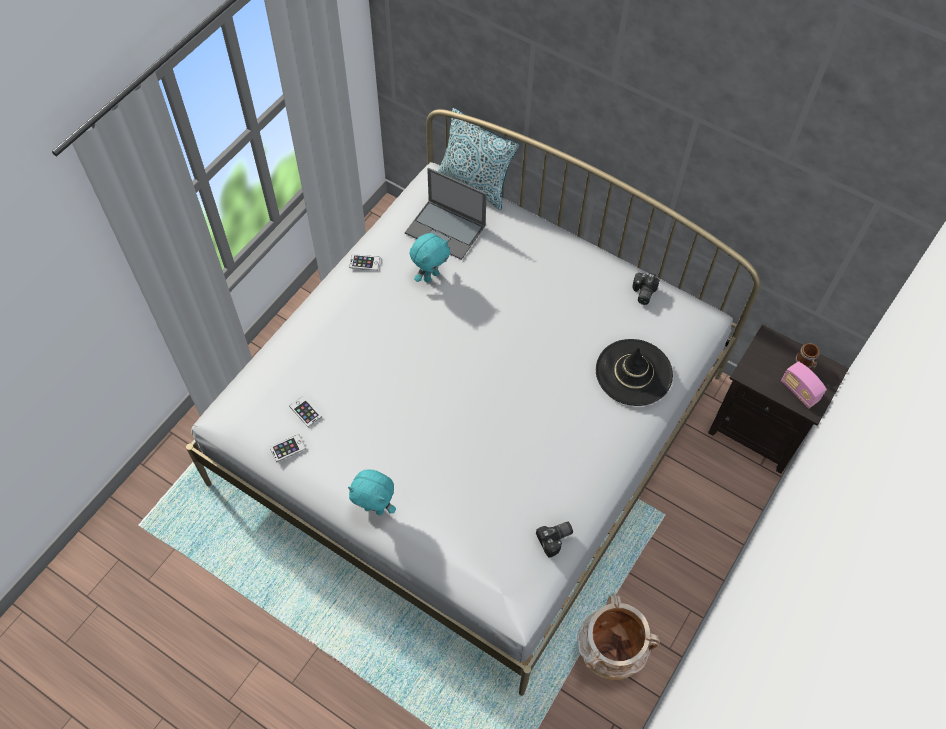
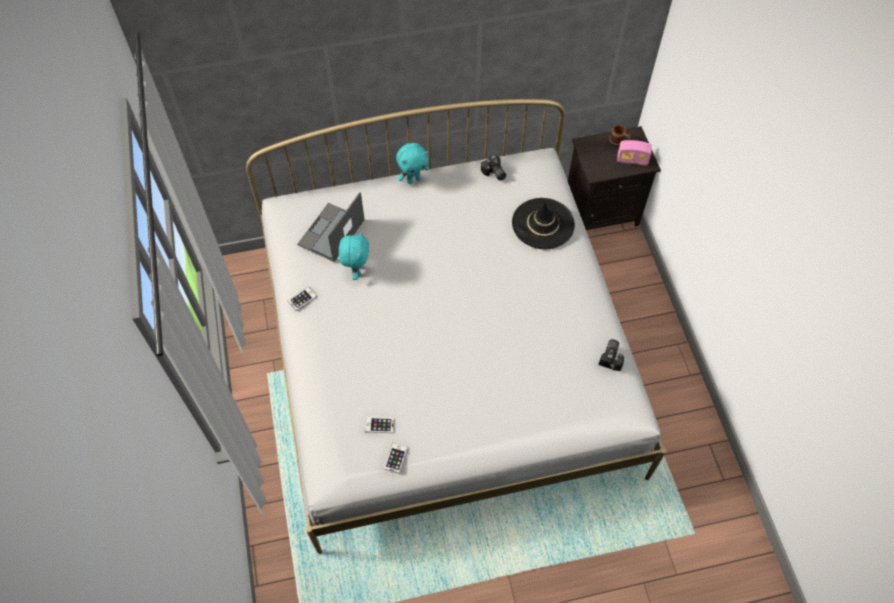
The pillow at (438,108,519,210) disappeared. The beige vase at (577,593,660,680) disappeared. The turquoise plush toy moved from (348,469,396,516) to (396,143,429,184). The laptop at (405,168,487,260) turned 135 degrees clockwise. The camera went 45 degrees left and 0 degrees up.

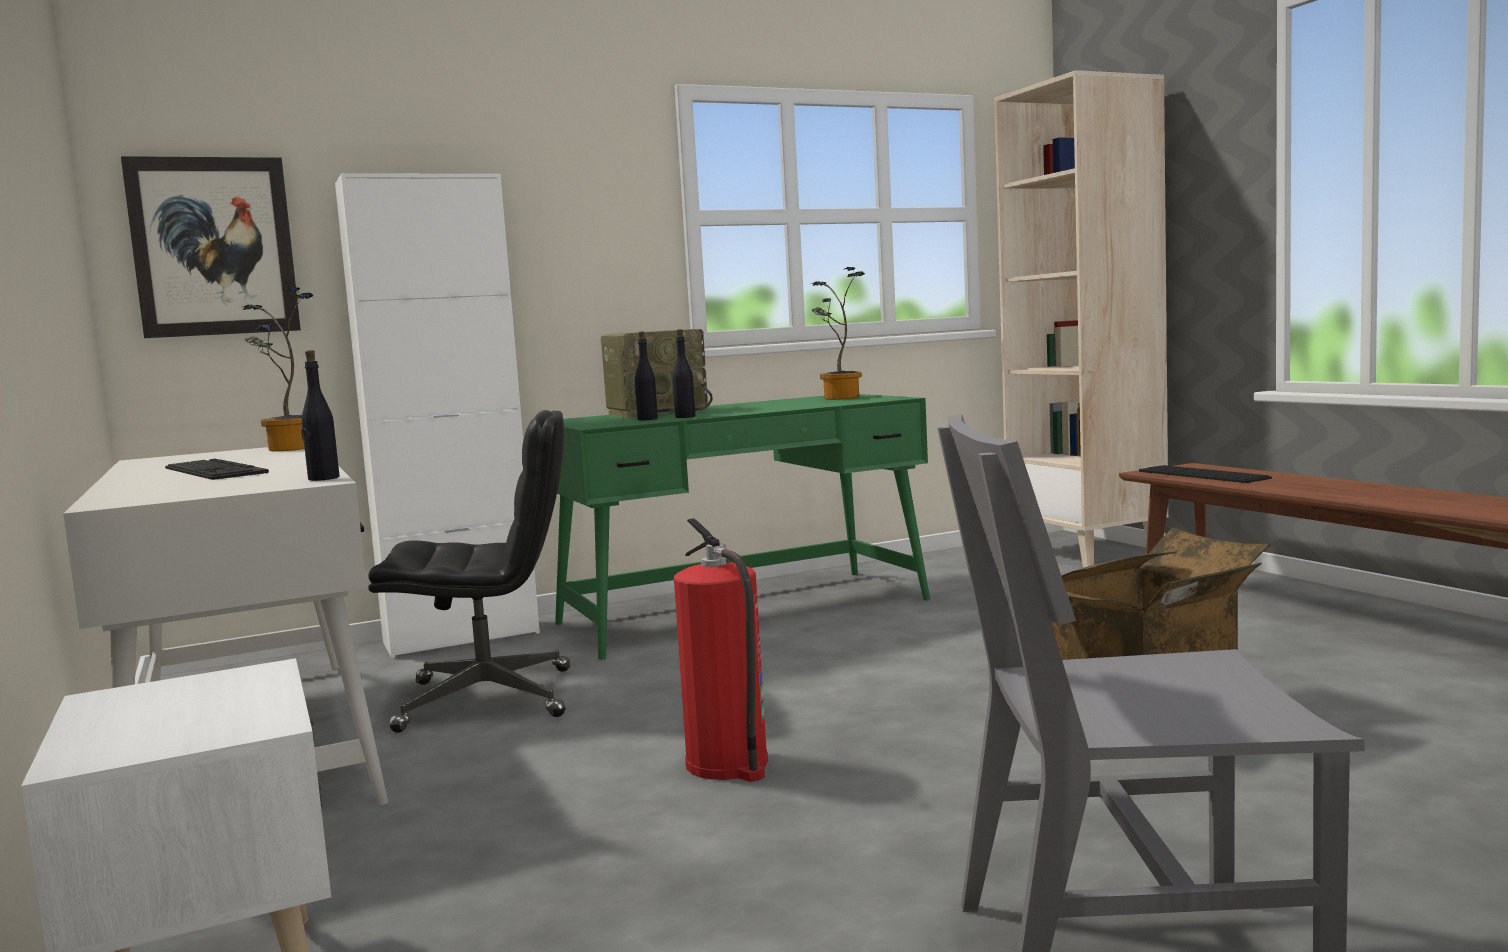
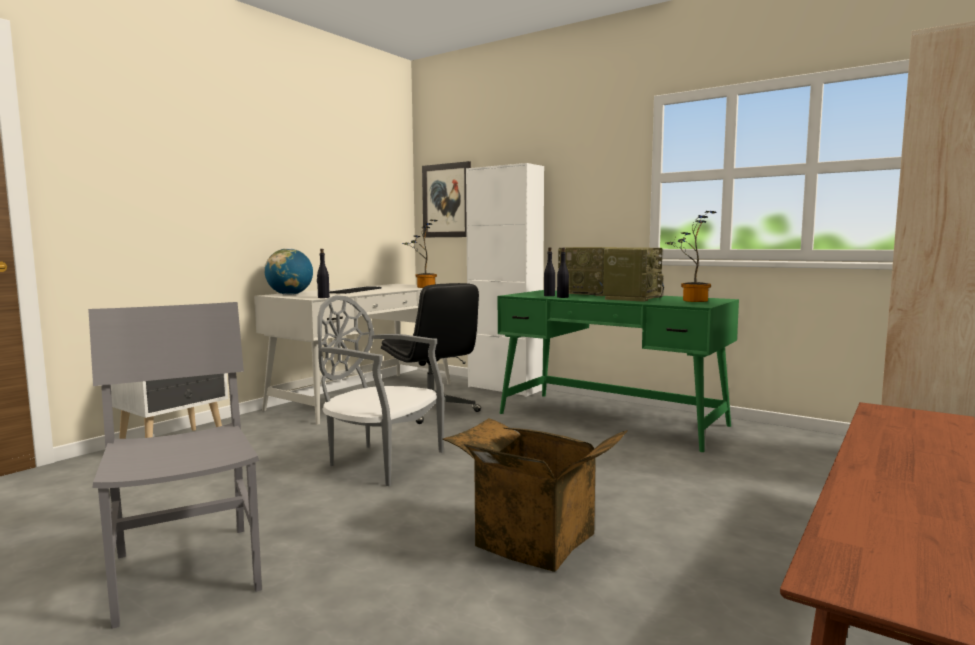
The keyboard at (1139,465,1272,483) disappeared. The globe at (264,248,313,295) appeared. The radio at (603,247,664,302) appeared. The fire extinguisher at (674,518,768,782) was replaced by the grey chair at (317,295,445,486). The camera went 60 degrees right and 0 degrees up.

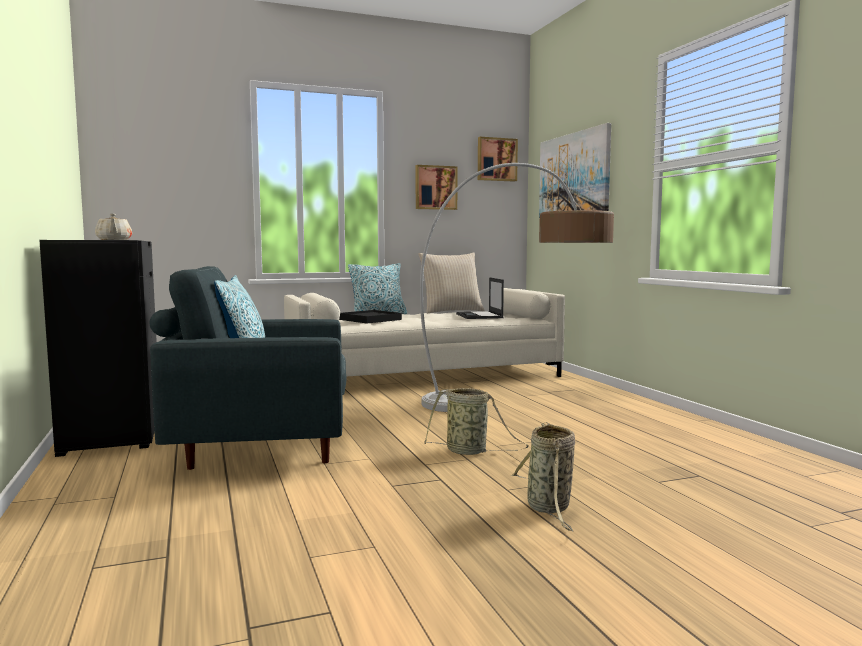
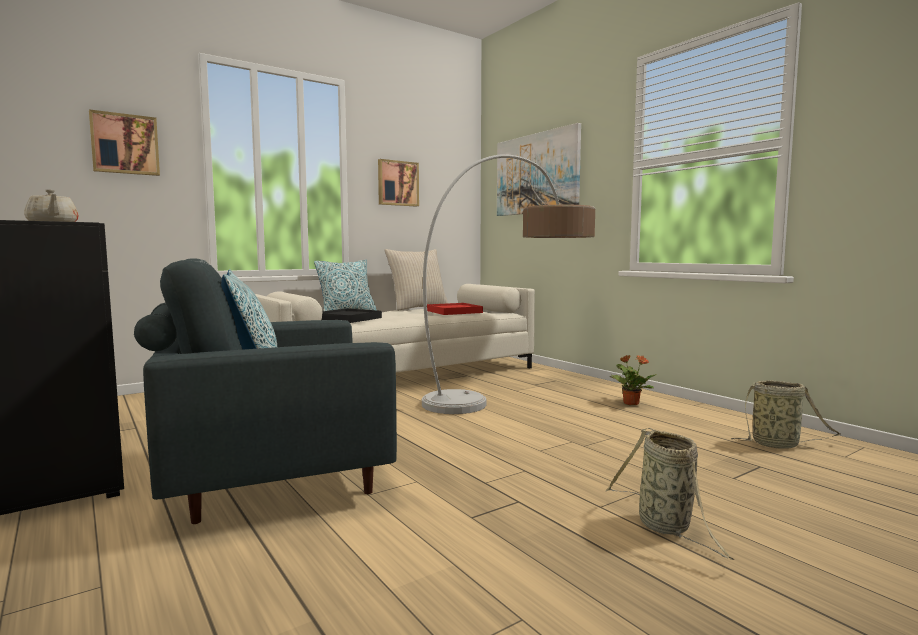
The potted plant at (609,355,657,405) appeared. The basket moved from (424,388,529,455) to (731,380,841,449). The picture moved from (478,137,518,182) to (89,109,160,176). The laptop at (456,277,504,319) was replaced by the red tray at (427,303,483,315). The camera went 15 degrees left and 0 degrees up.

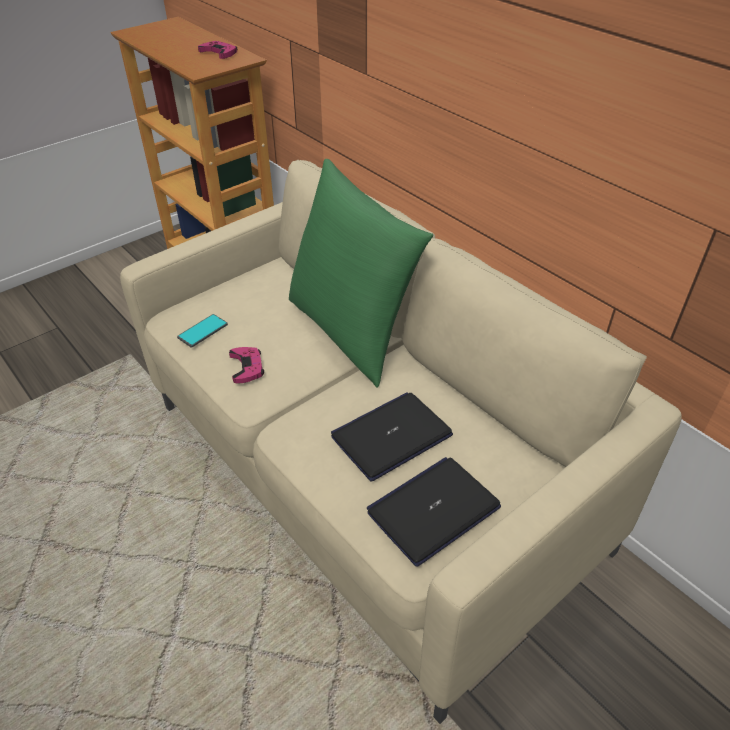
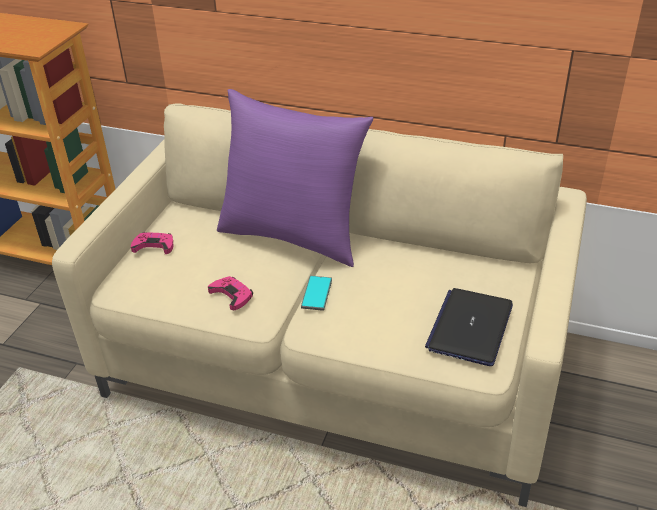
The laptop at (331,392,453,482) disappeared. The phone moved from (177,314,228,348) to (301,276,332,311). The pink game controller moved from (198,41,238,59) to (131,232,174,254). The green pillow at (289,159,433,387) became the purple pillow at (217,89,373,267). The camera went 30 degrees left and 5 degrees down.

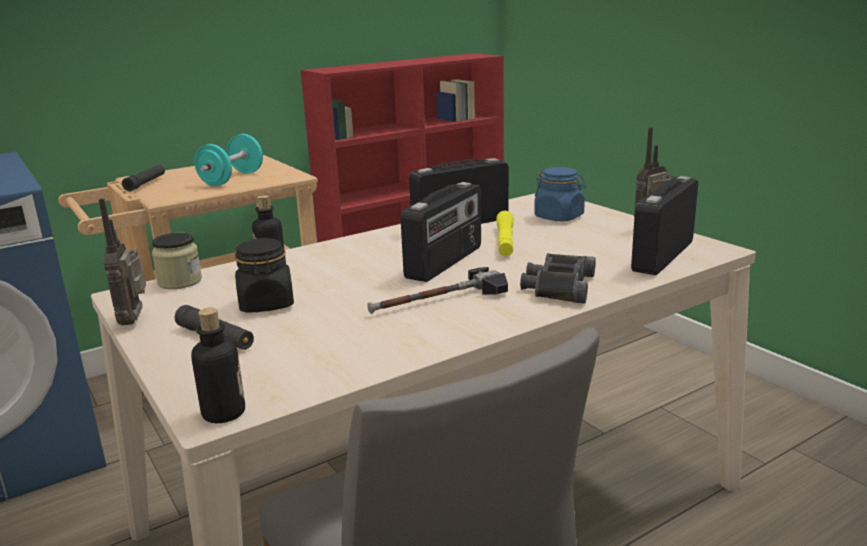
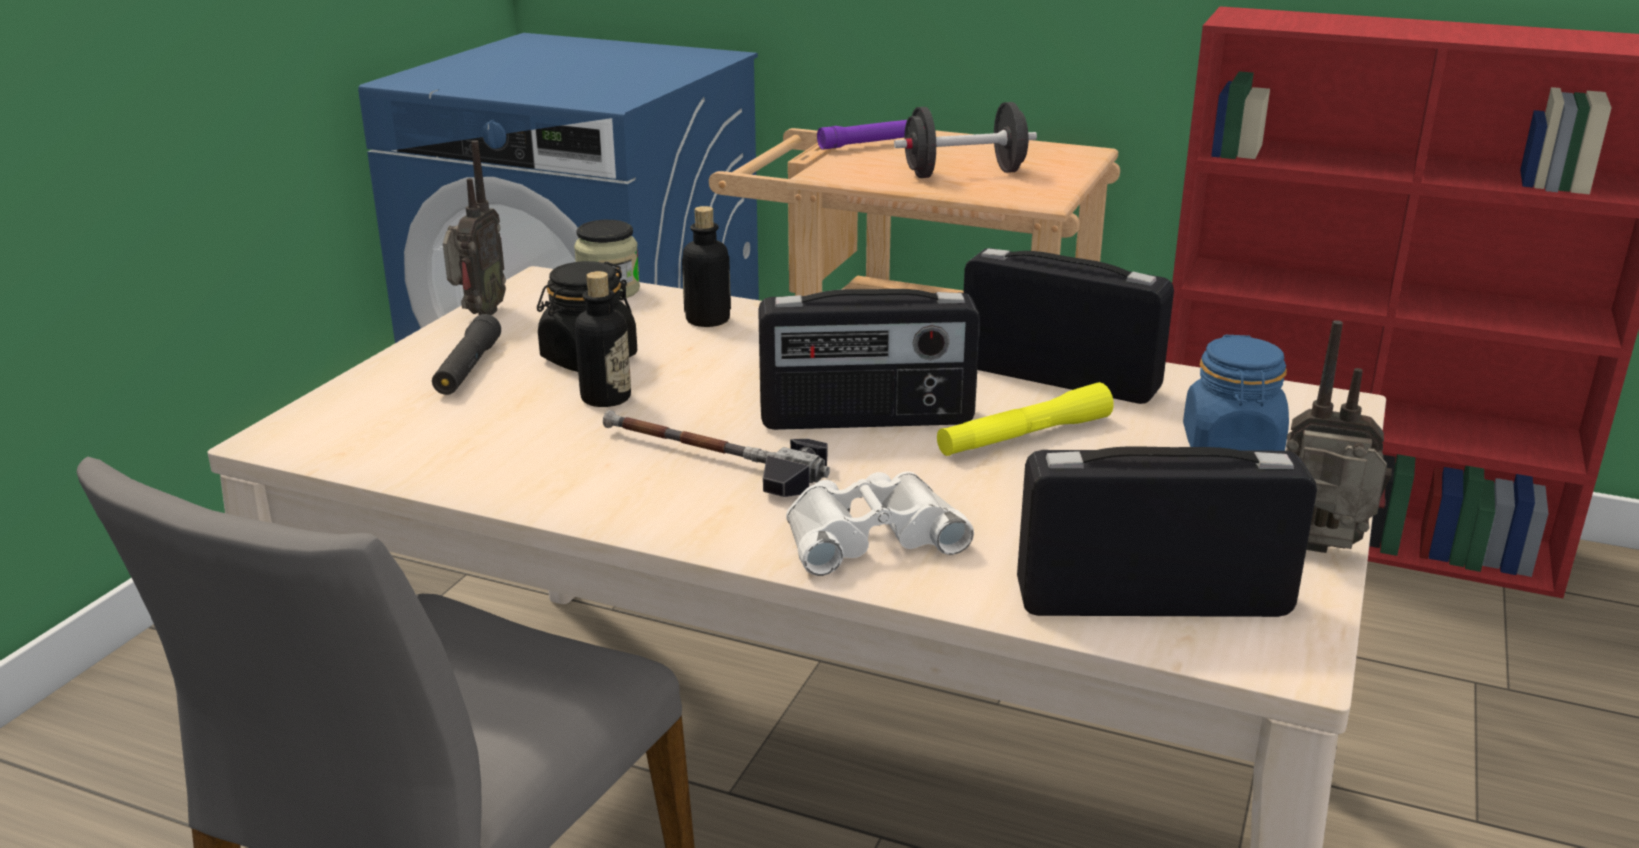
The bottle moved from (191,308,245,423) to (575,271,631,407). The black flashlight at (122,165,165,192) became the purple flashlight at (817,120,907,150). The turquoise dumbbell at (194,134,263,186) became the black dumbbell at (894,102,1037,178). The black binoculars at (520,253,596,304) became the white binoculars at (786,472,974,576). The radio at (99,198,146,325) turned 150 degrees clockwise. The camera went 55 degrees right and 5 degrees up.

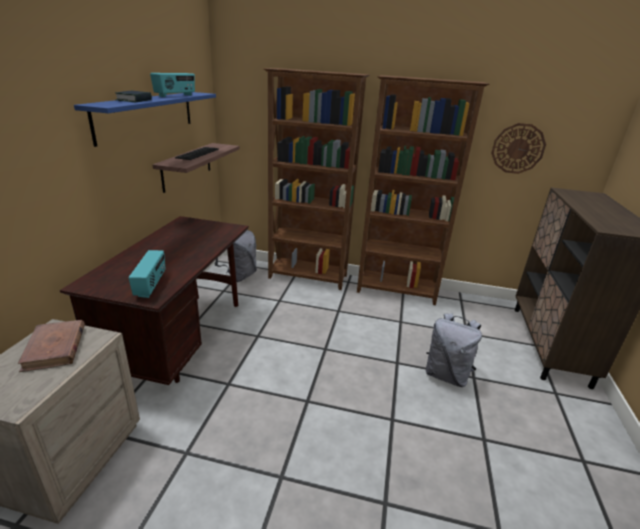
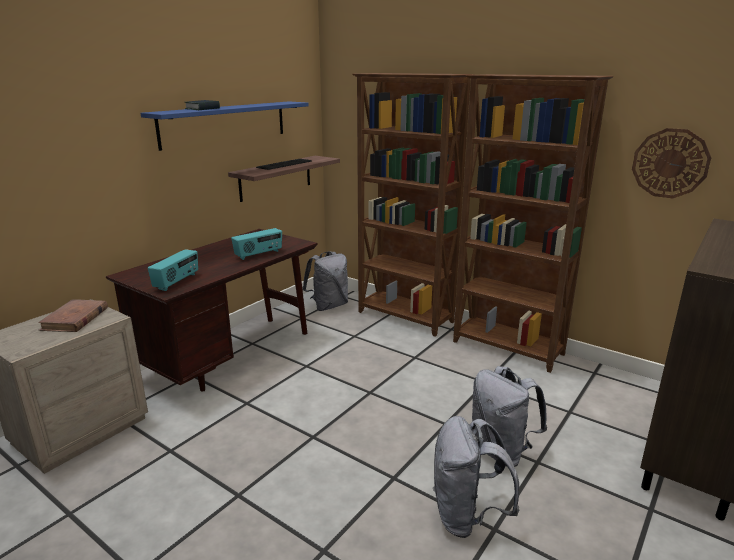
The grey backpack at (433,416,519,538) appeared. The radio moved from (150,73,195,97) to (231,228,282,260). The camera went 25 degrees right and 5 degrees down.

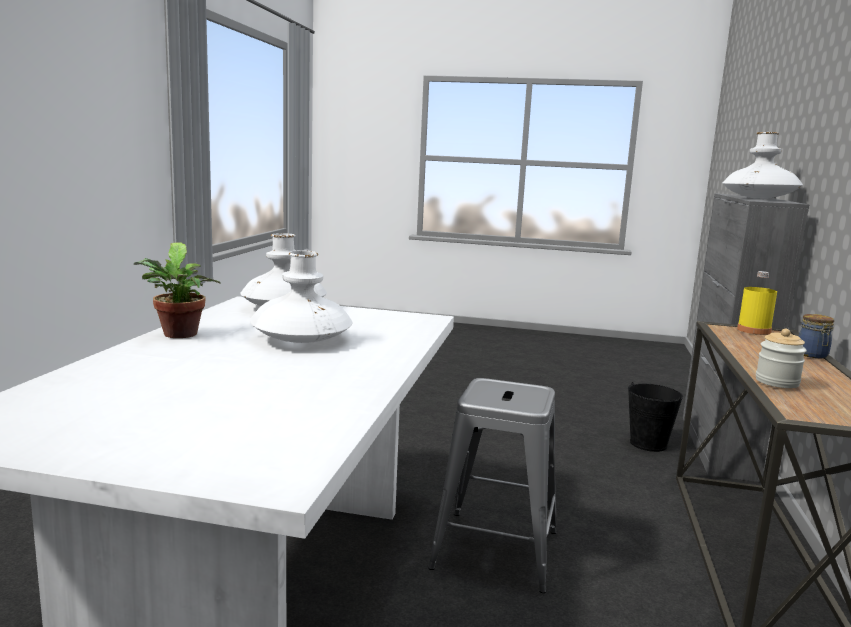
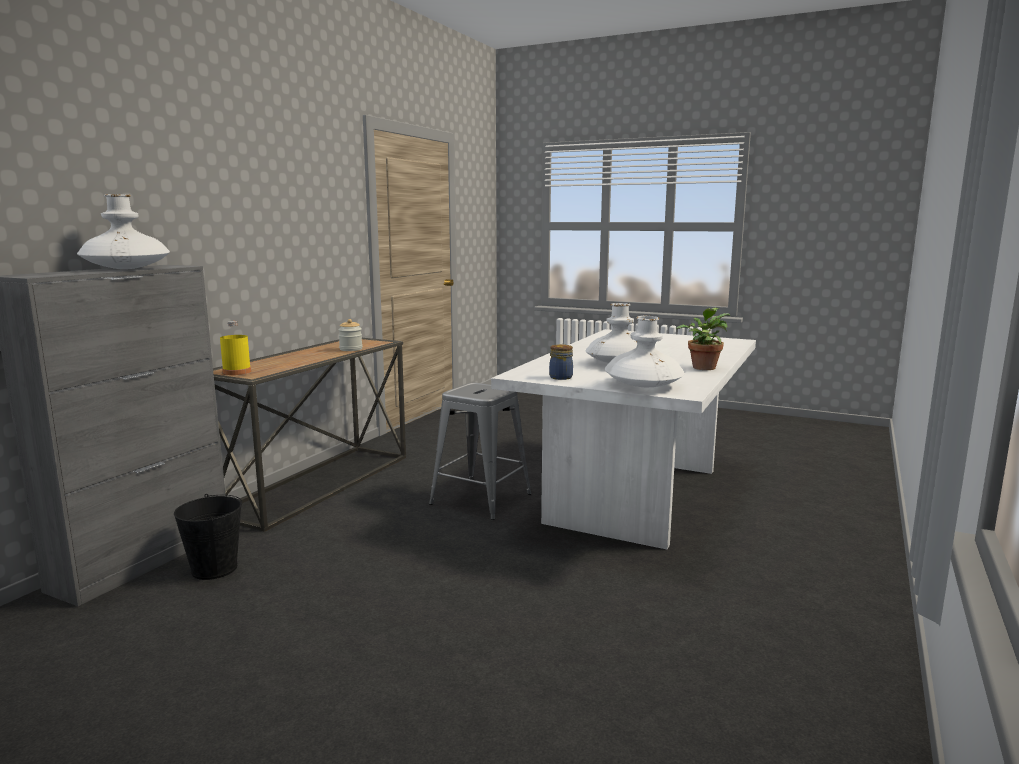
The jar moved from (798,314,834,358) to (549,344,573,380). The camera went 165 degrees left and 0 degrees up.

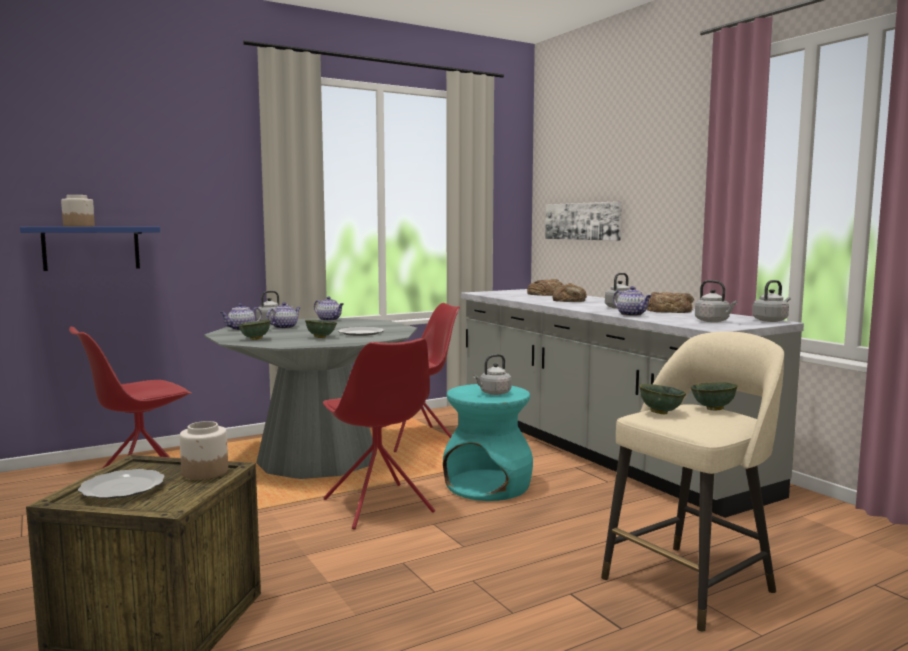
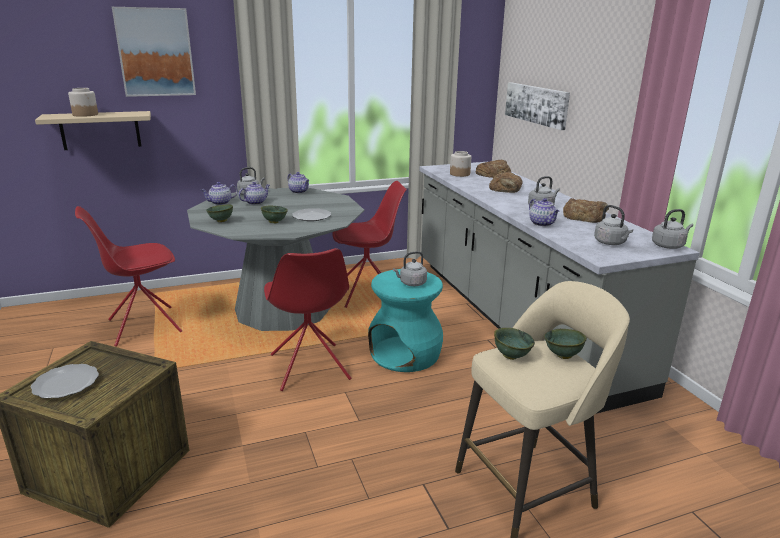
The picture at (112,7,196,97) appeared. The jar moved from (179,421,228,480) to (450,151,471,177). The blue shelf at (20,227,160,271) became the beige shelf at (35,111,151,150). The camera went 10 degrees right and 15 degrees up.

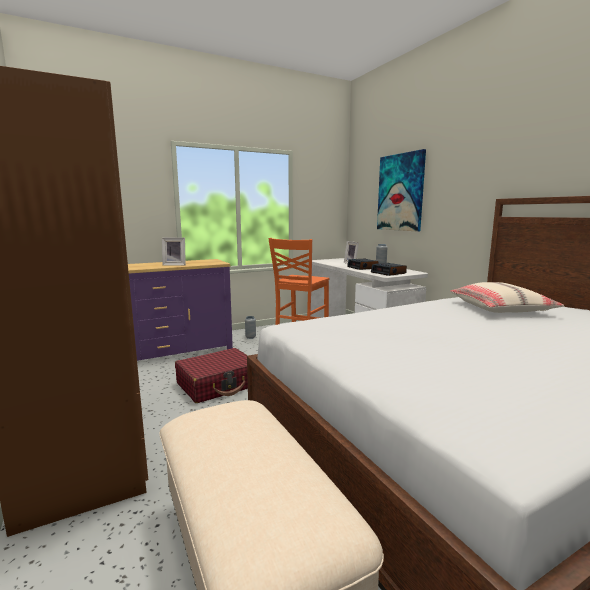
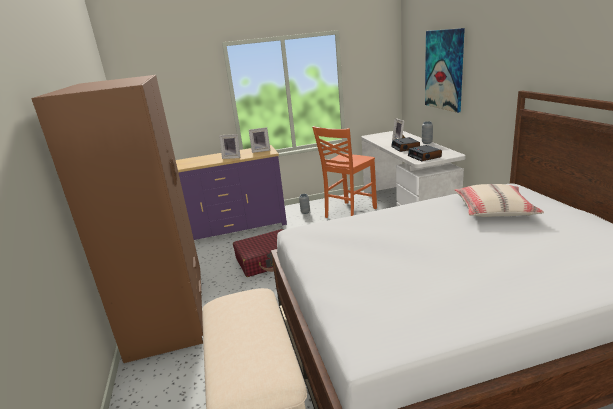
The picture frame at (249,127,270,153) appeared. The camera went 15 degrees right and 10 degrees up.

